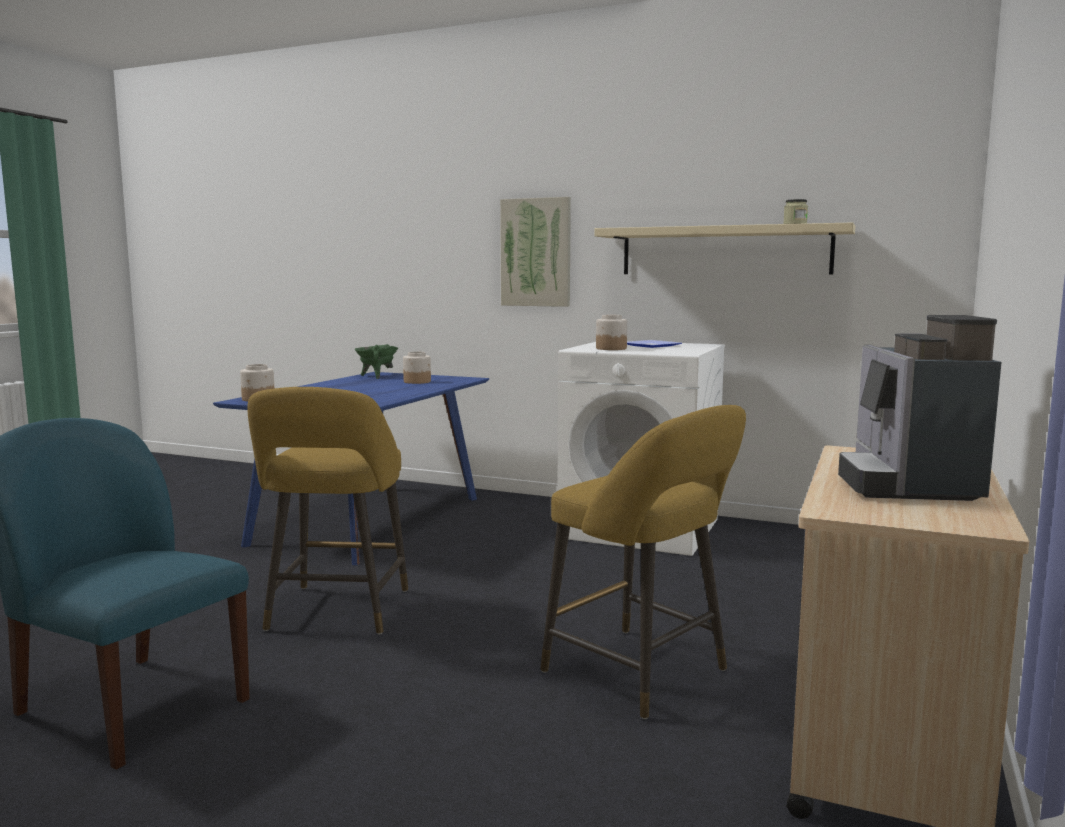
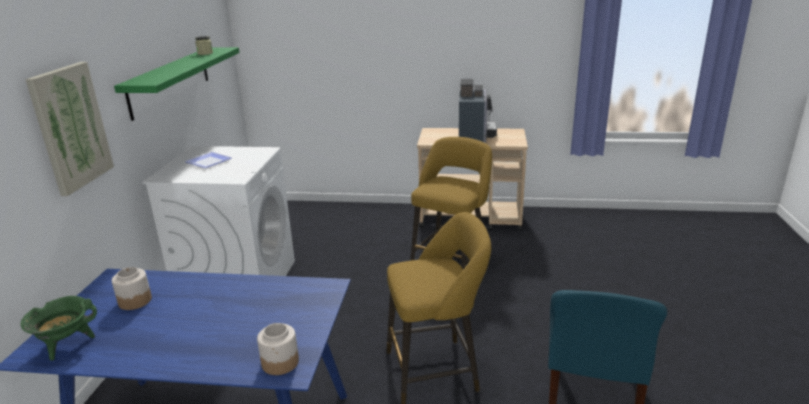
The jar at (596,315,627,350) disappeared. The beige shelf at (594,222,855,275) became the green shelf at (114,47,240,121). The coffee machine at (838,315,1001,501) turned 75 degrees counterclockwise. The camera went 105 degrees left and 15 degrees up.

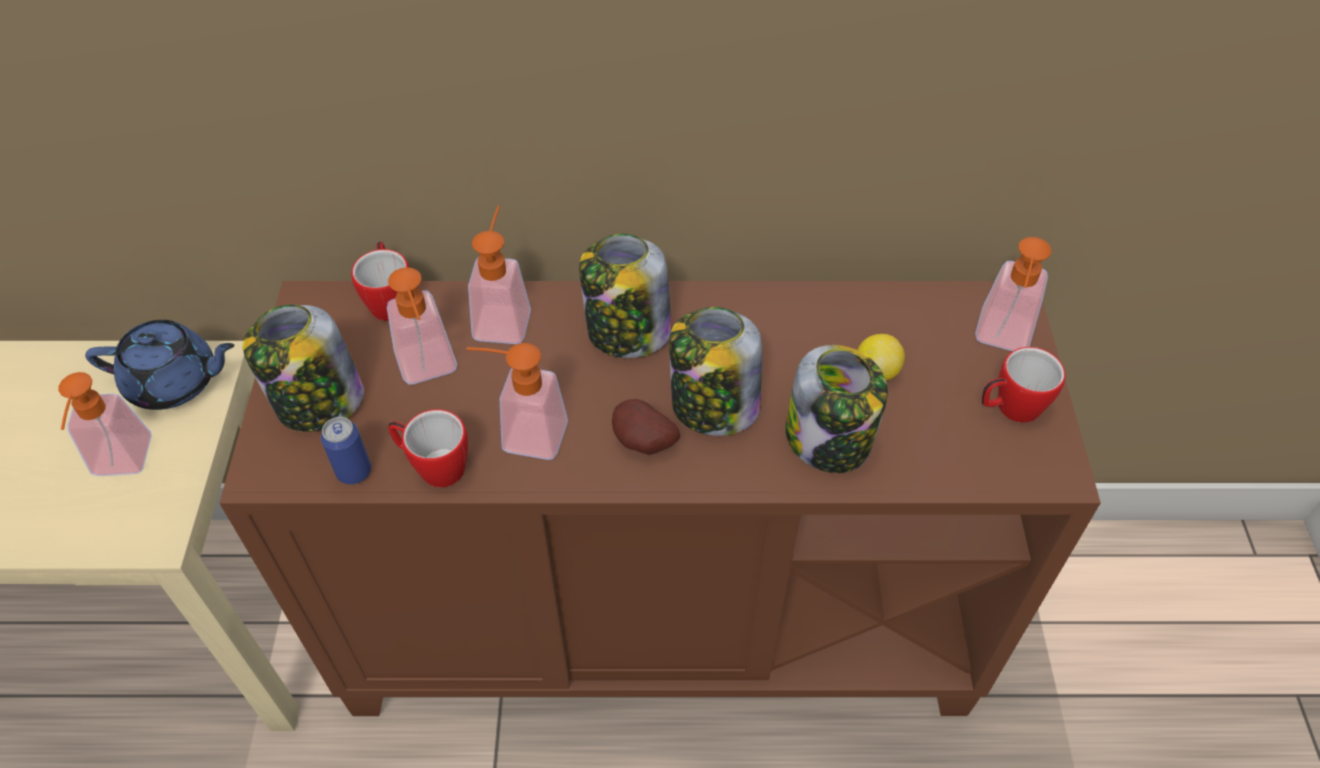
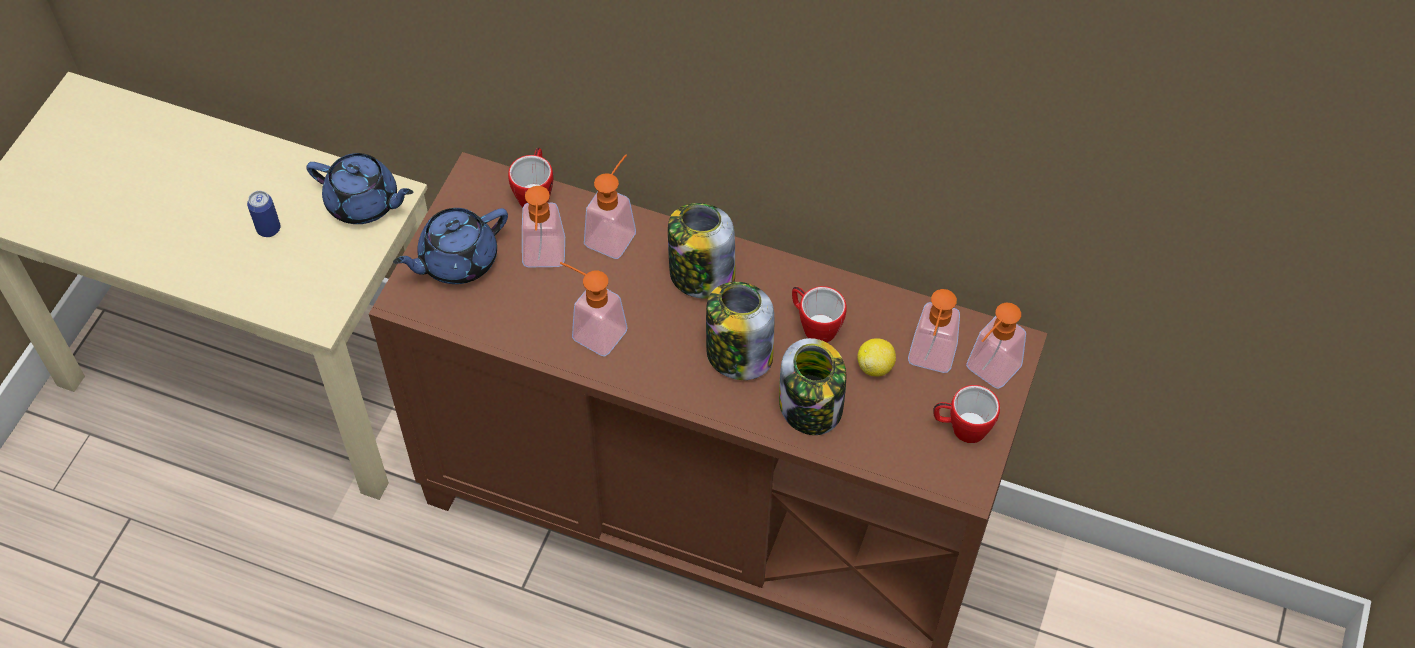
The potato at (612,399,680,455) disappeared. The soap dispenser moved from (58,372,152,476) to (908,289,960,373). The can moved from (321,417,371,484) to (247,191,281,237). The mug moved from (388,409,468,488) to (792,286,847,343). The jar at (242,305,364,432) was replaced by the blue teapot at (393,208,508,284). The camera went 20 degrees right and 5 degrees up.

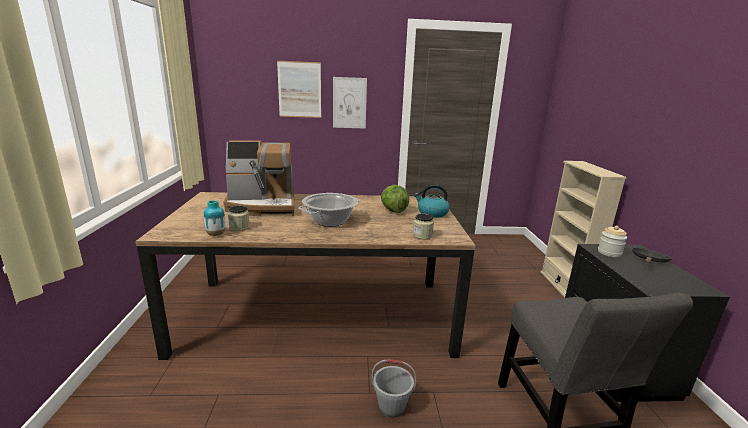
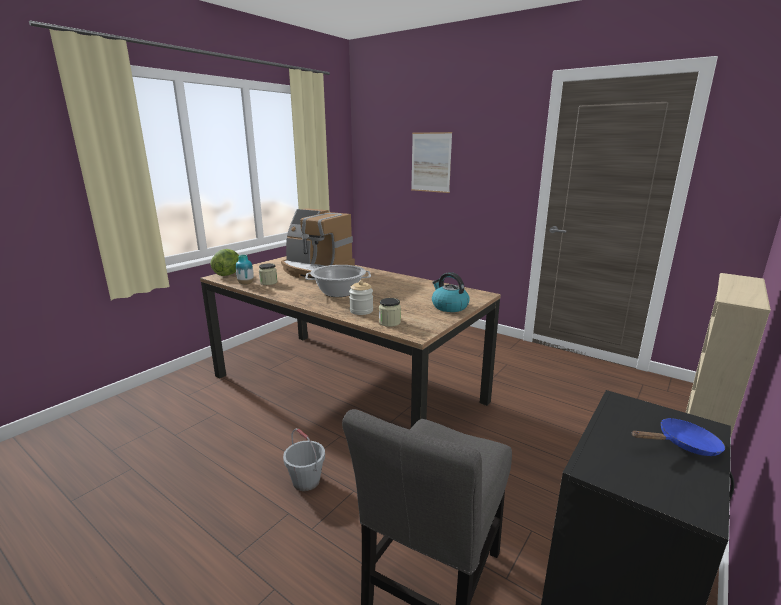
The picture at (333,77,367,129) disappeared. The lettuce moved from (381,185,409,213) to (210,249,239,276). The jar moved from (598,226,627,257) to (349,280,373,315). The black frying pan at (632,248,672,263) became the blue frying pan at (631,418,725,456). The camera went 40 degrees right and 0 degrees up.

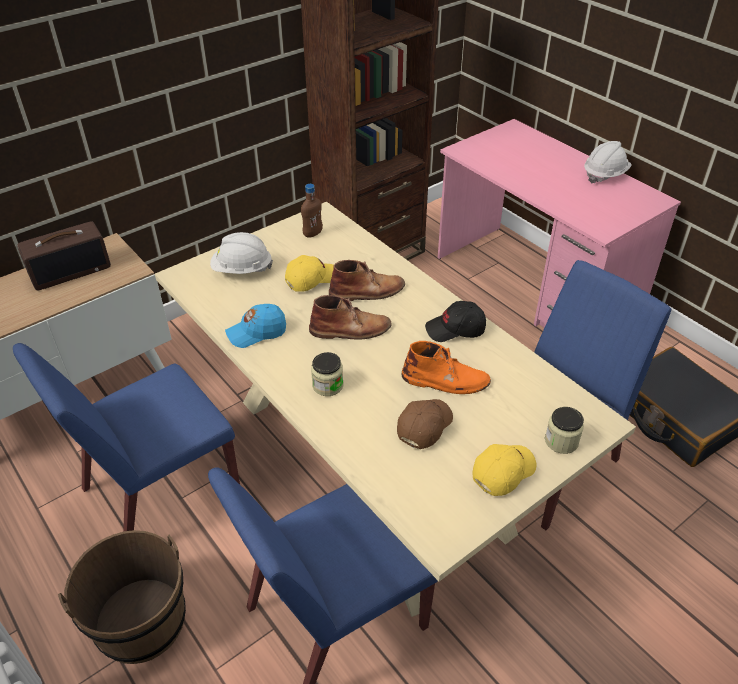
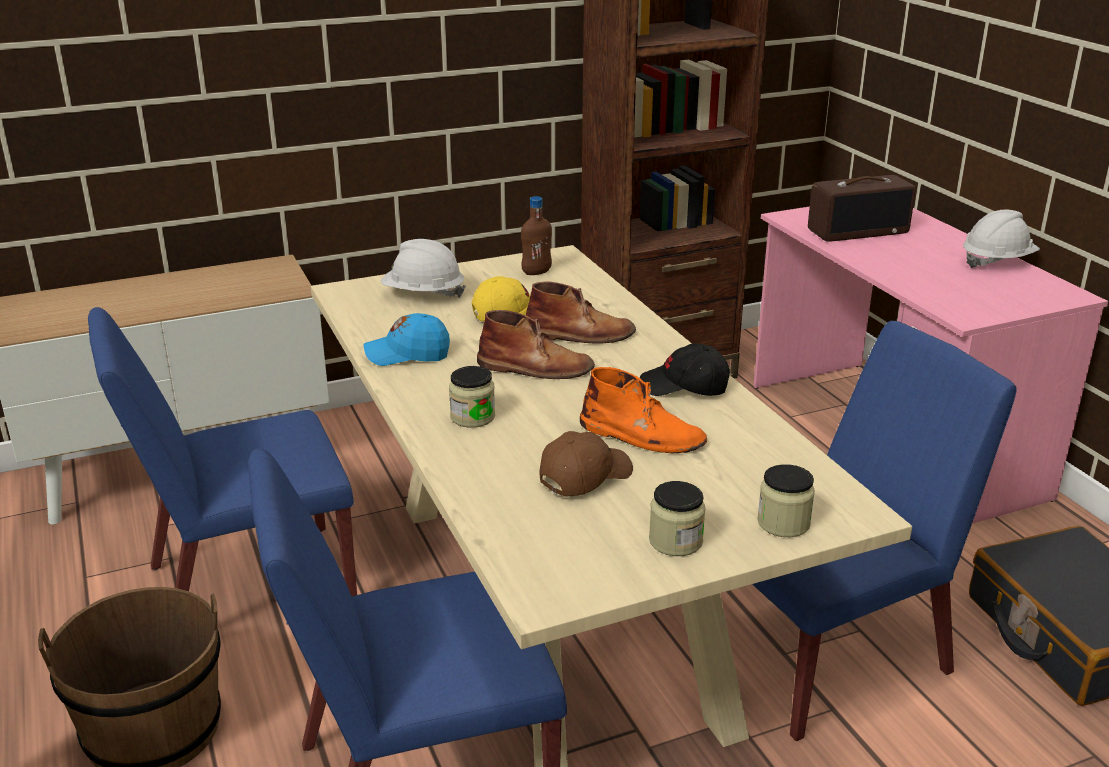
The radio moved from (17,221,111,290) to (808,175,916,242). The yellow cap at (473,444,537,496) was replaced by the jar at (649,481,706,556). The camera went 15 degrees right and 15 degrees down.

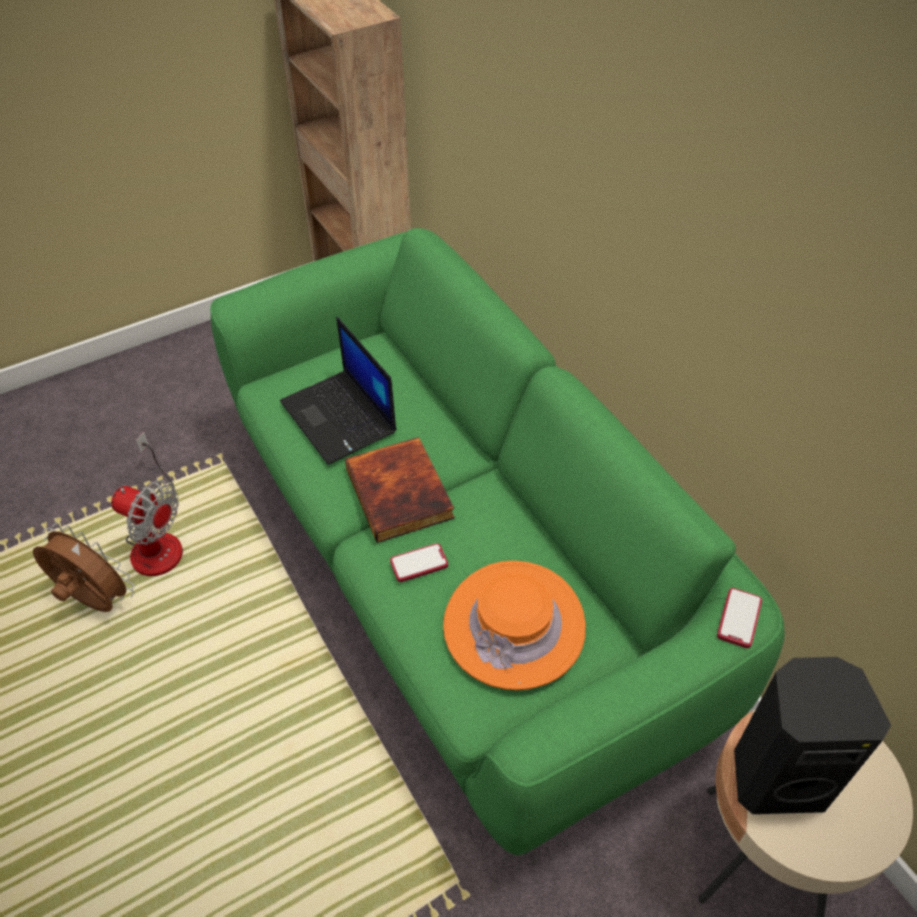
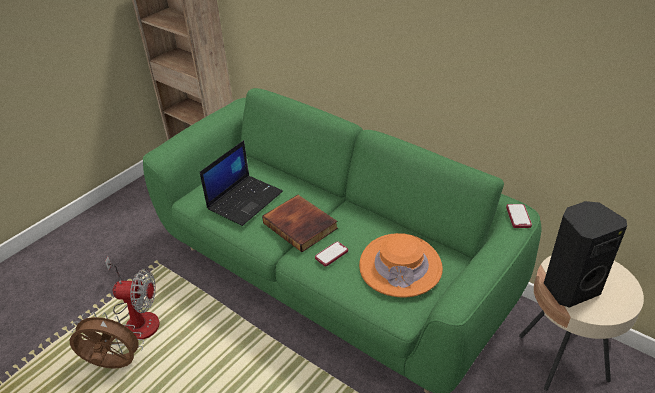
The laptop at (280,317,397,465) turned 90 degrees counterclockwise. The camera went 20 degrees left and 10 degrees down.

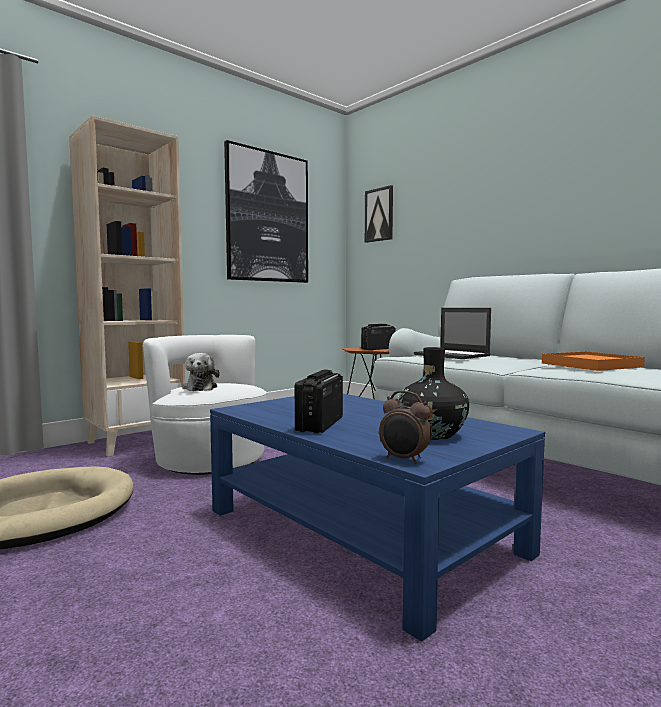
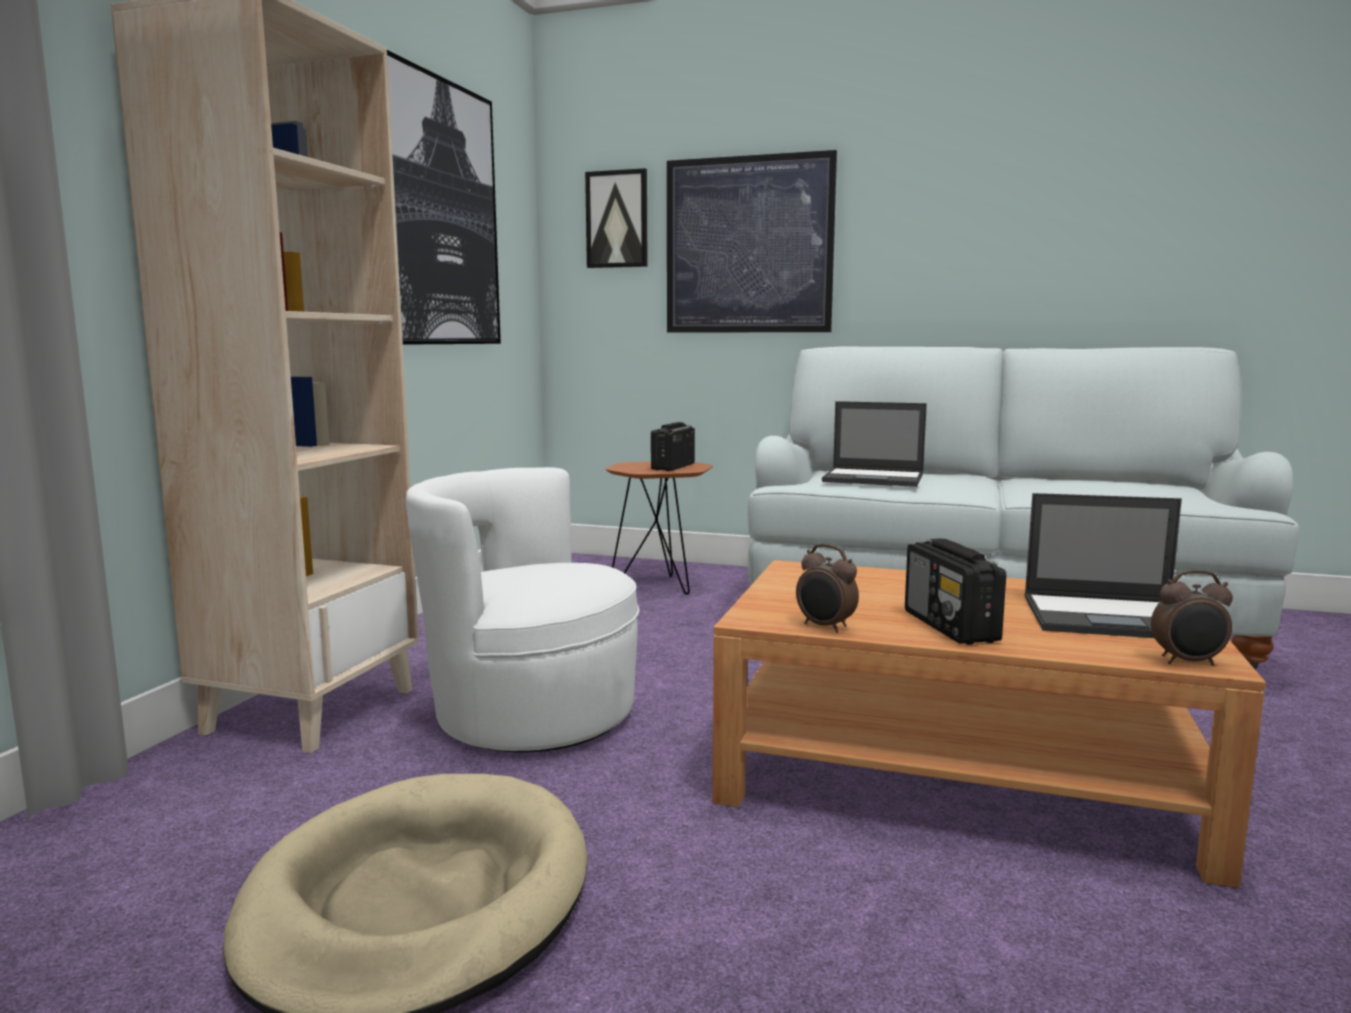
The plush toy at (183,353,220,391) disappeared. The orange tray at (542,351,645,371) disappeared. The picture at (667,150,837,333) appeared. The alarm clock at (796,544,859,633) appeared. The black vase at (398,347,469,440) was replaced by the laptop at (1025,493,1182,638). The blue coffee table at (210,394,545,641) became the brown coffee table at (712,560,1266,888). The camera went 30 degrees left and 5 degrees up.

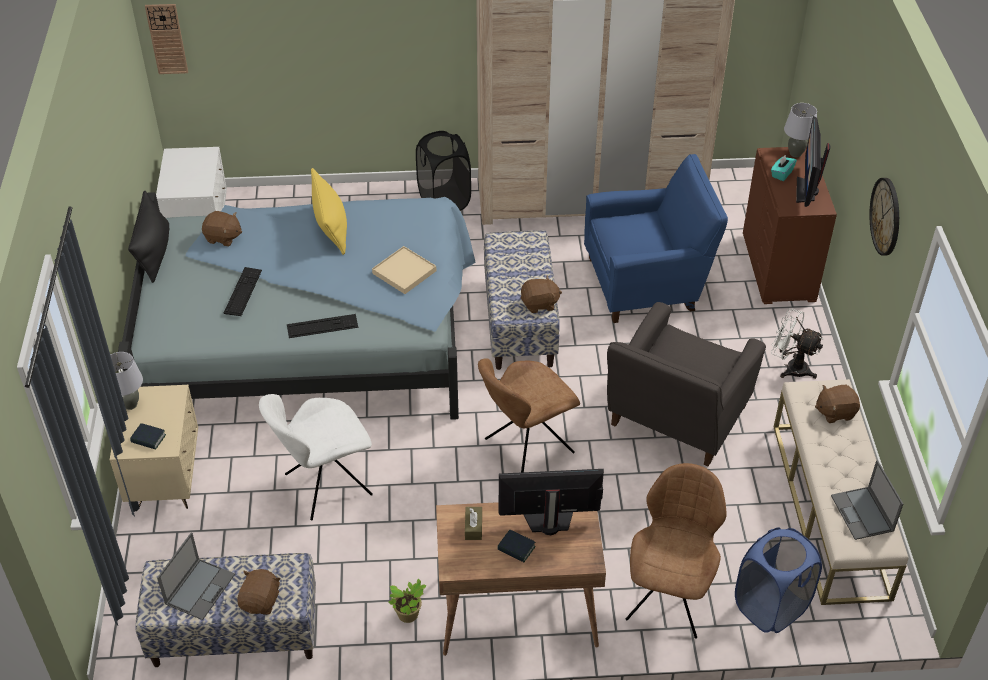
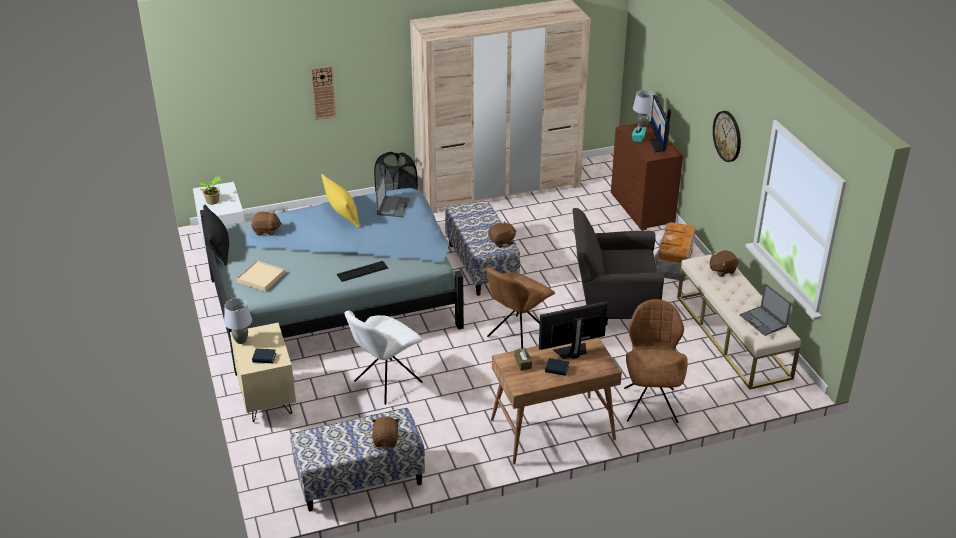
The keyboard at (224,267,262,316) disappeared. The blue armchair at (584,154,728,323) disappeared. The blue laundry basket at (735,527,822,633) disappeared. The wall clock moved from (145,4,188,74) to (311,66,336,120). The laptop moved from (157,532,235,620) to (376,174,410,217). The beige tray moved from (372,246,436,294) to (236,260,285,292). The potted plant moved from (388,579,426,623) to (200,176,221,205). The white fan at (771,309,823,379) was replaced by the storage box at (655,222,696,281). The grey armchair at (607,302,766,466) turned 75 degrees clockwise. The camera went 15 degrees left and 10 degrees down.

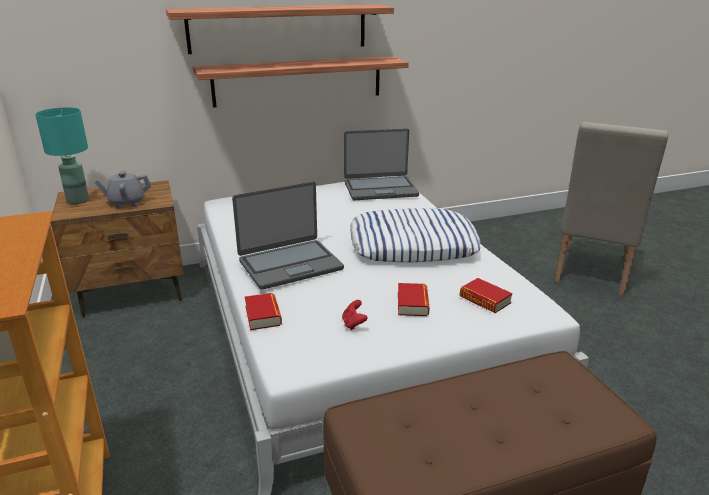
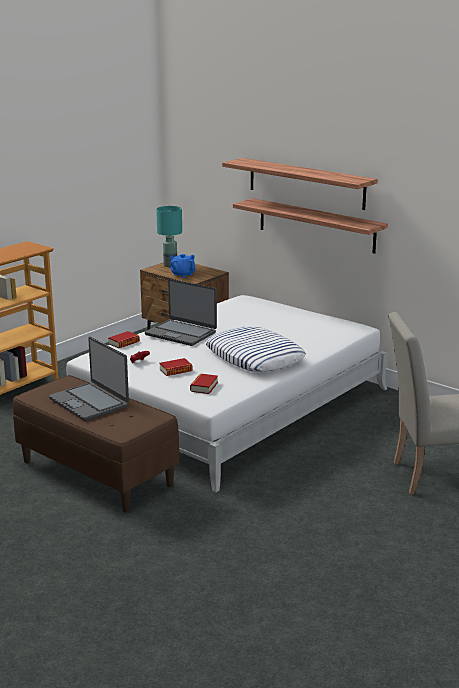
The laptop moved from (344,129,419,200) to (49,337,129,421). The grey teapot at (95,171,151,208) became the blue teapot at (170,254,196,278). The camera went 60 degrees right and 5 degrees down.

